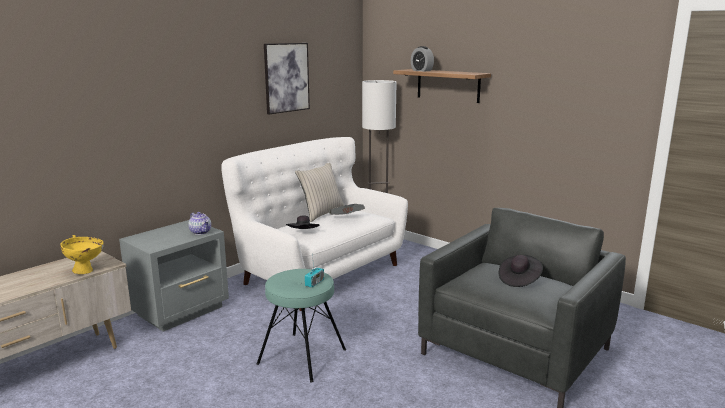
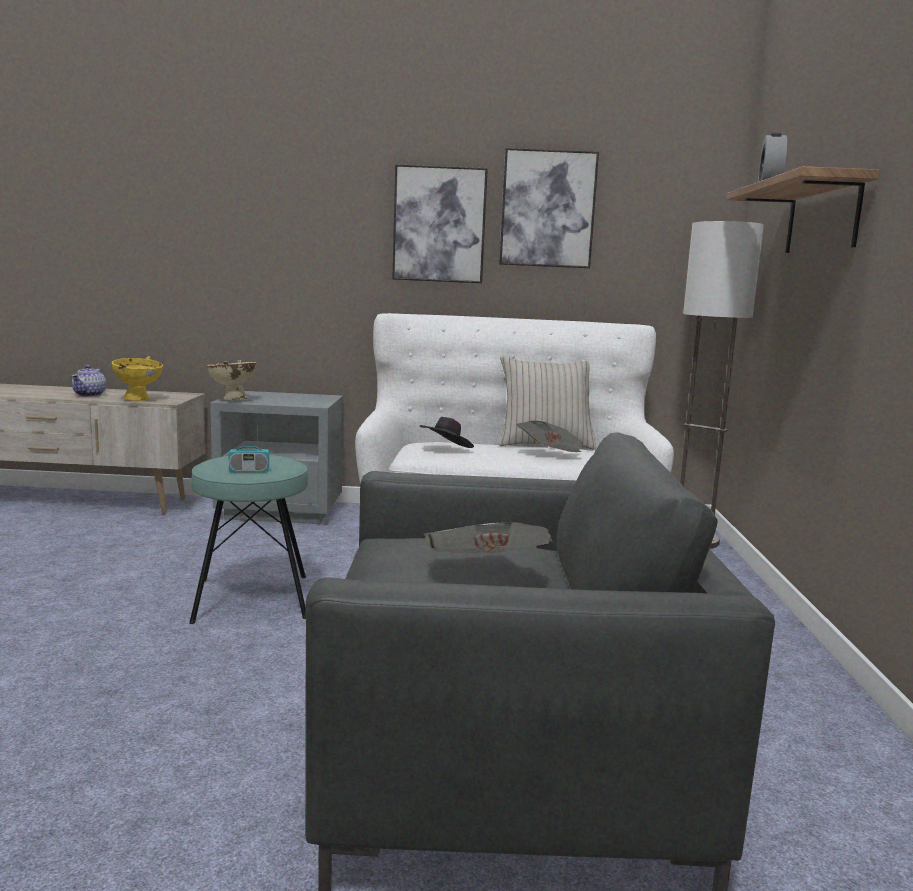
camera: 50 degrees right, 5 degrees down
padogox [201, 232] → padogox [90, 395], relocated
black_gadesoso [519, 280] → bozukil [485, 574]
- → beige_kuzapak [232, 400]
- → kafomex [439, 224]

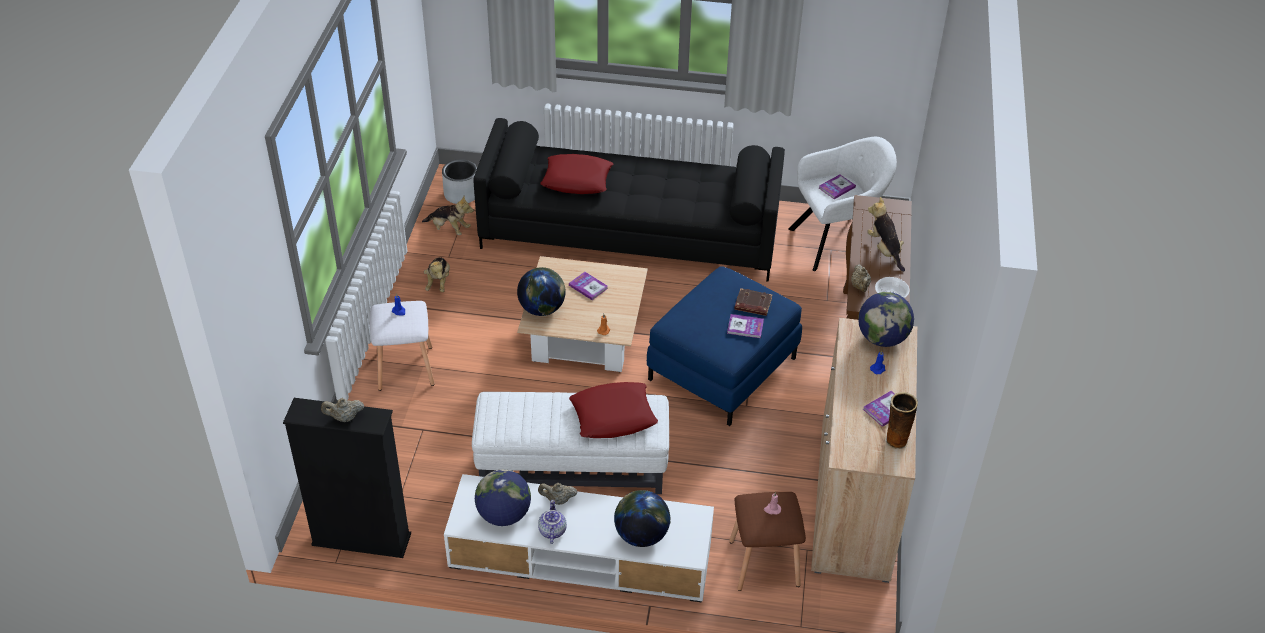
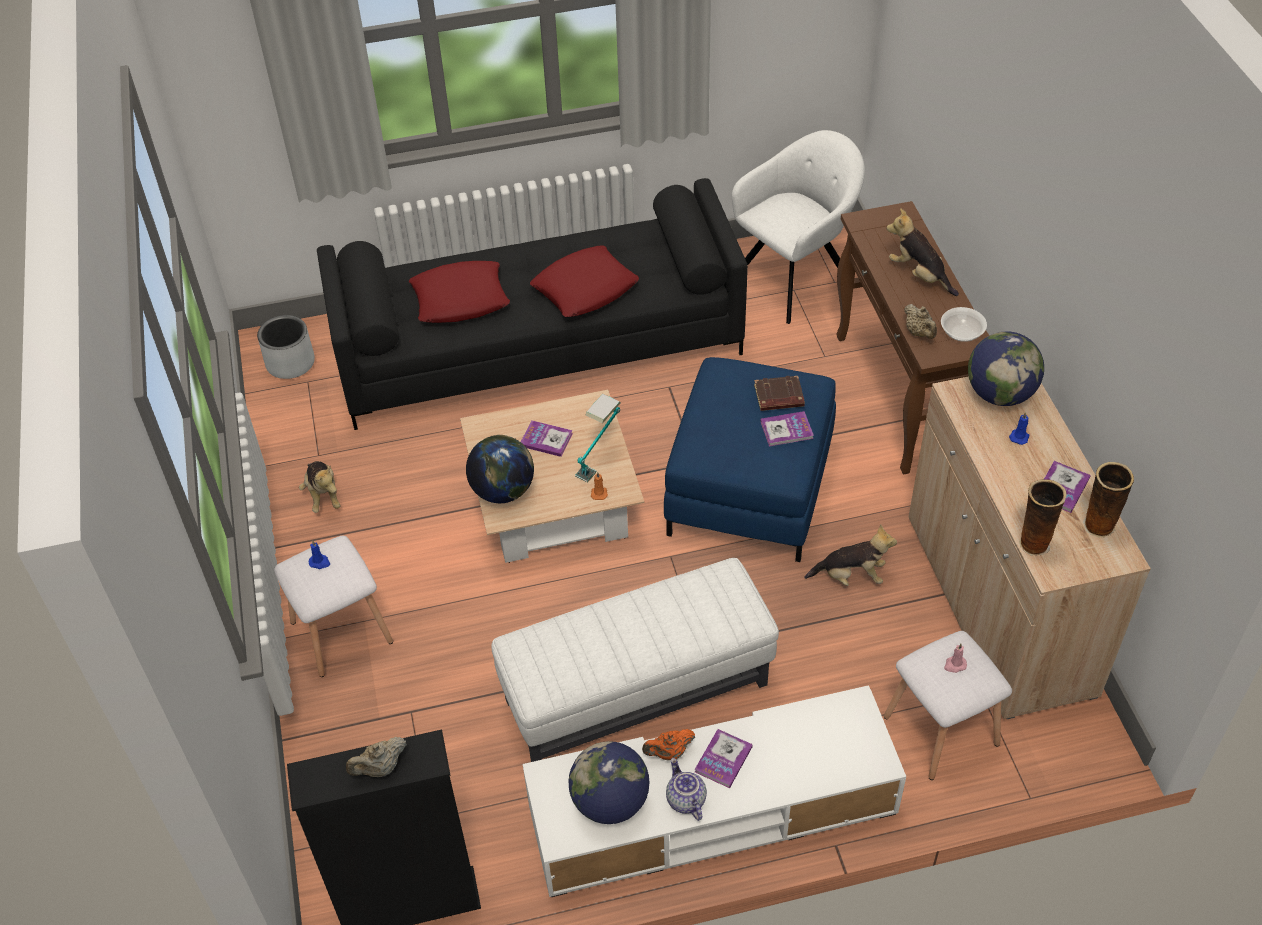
camera: 20 degrees left, 5 degrees up
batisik [449, 229] → batisik [851, 576], relocated
beige_padogox [558, 500] → orange_padogox [669, 753]
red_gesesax [613, 416] → red_gesesax [585, 288], relocated
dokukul [641, 535] → -
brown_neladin [763, 564] → white_neladin [940, 731]
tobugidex [836, 187] → tobugidex [723, 759], relocated
- → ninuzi [599, 458]
- → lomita [1032, 543]

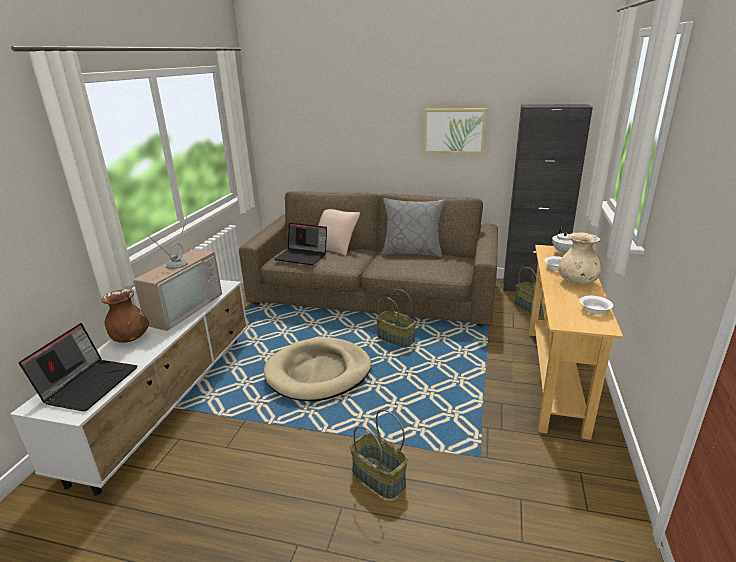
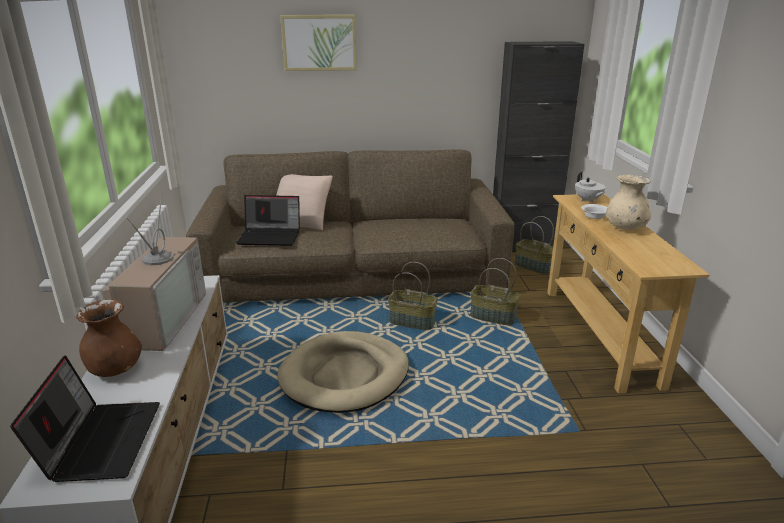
camera: 20 degrees left, 0 degrees up
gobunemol [377, 478] → gobunemol [492, 317], relocated
grey_gesesax [412, 252] → -
kafomex [454, 131] → kafomex [319, 43], relocated
white_kuzapak [594, 310] → -

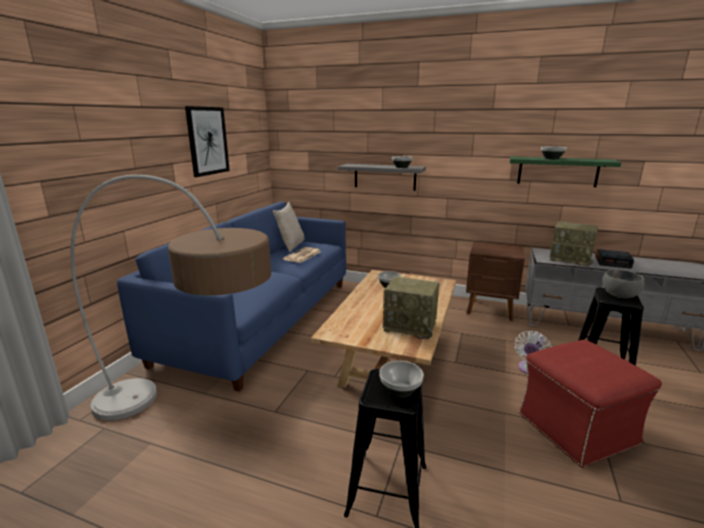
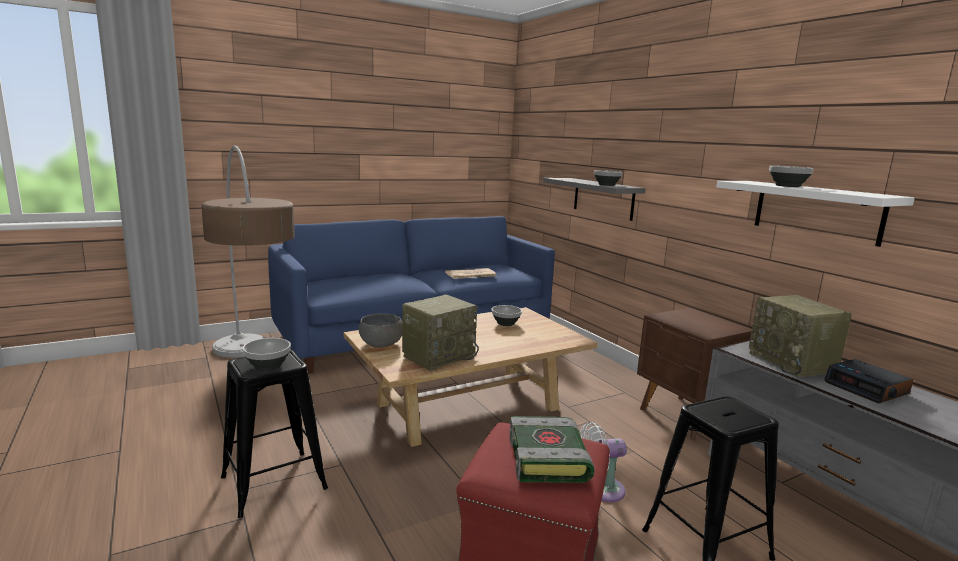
camera: 40 degrees right, 5 degrees down
kafomex [207, 141] → -
beige_gesesax [291, 245] → -
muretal [411, 326] → muretal [439, 356], 105 degrees counterclockwise
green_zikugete [557, 171] → white_zikugete [816, 211]
grey_kuzapak [620, 295] → grey_kuzapak [381, 344], relocated
- → tobugidex [549, 460]

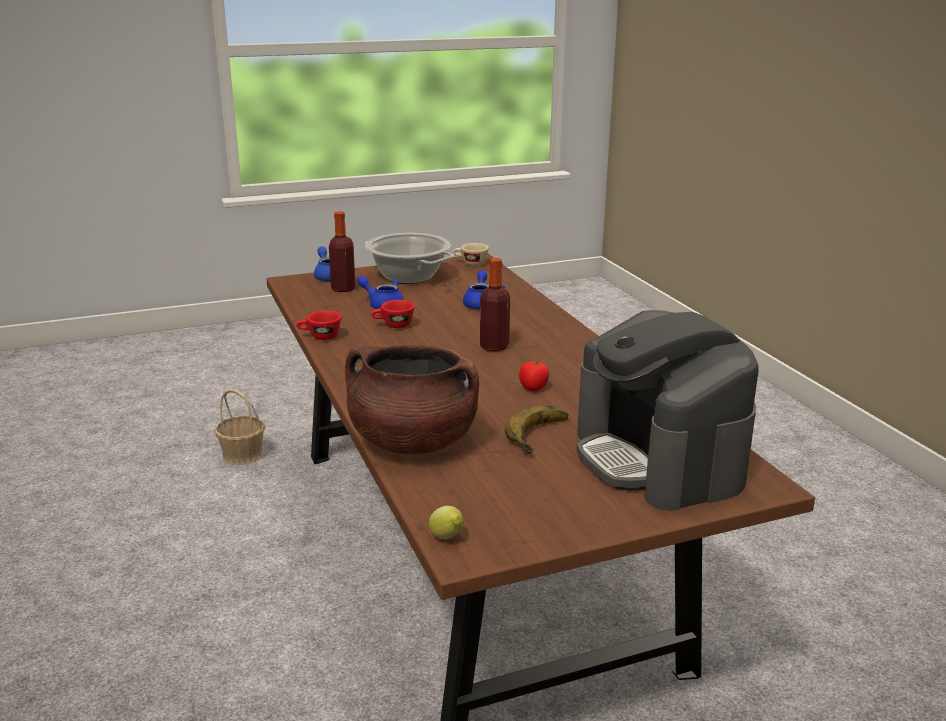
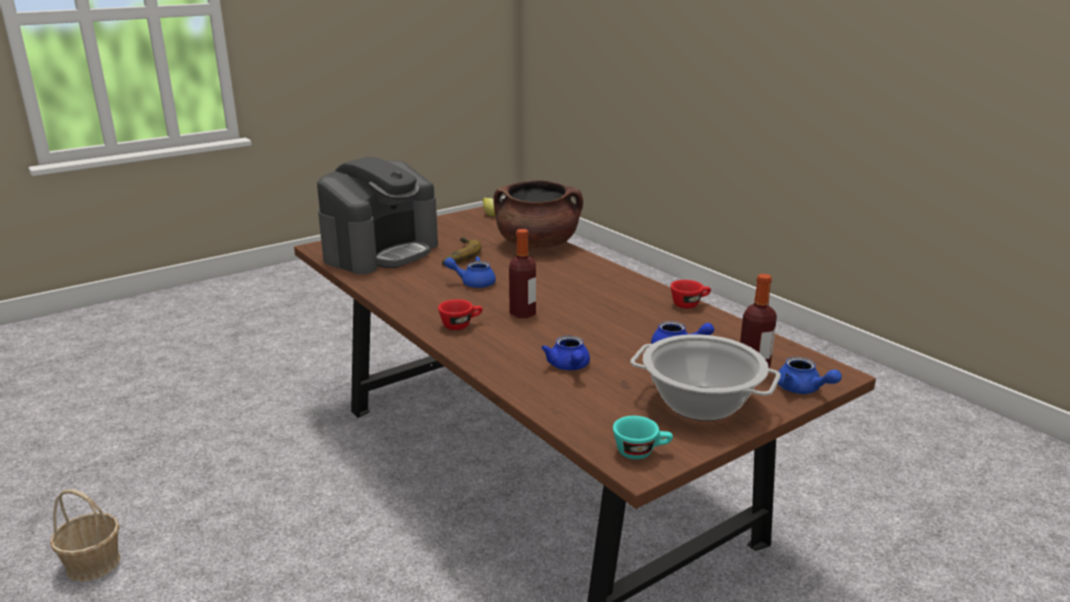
camera: 165 degrees right, 0 degrees up
gobunemol [242, 455] → gobunemol [93, 564], relocated
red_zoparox [393, 325] → red_zoparox [461, 325], relocated
beige_zoparox [470, 263] → turquoise_zoparox [641, 452]
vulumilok [533, 387] → blue_padogox [473, 283]
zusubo [659, 459] → zusubo [381, 252], 75 degrees clockwise

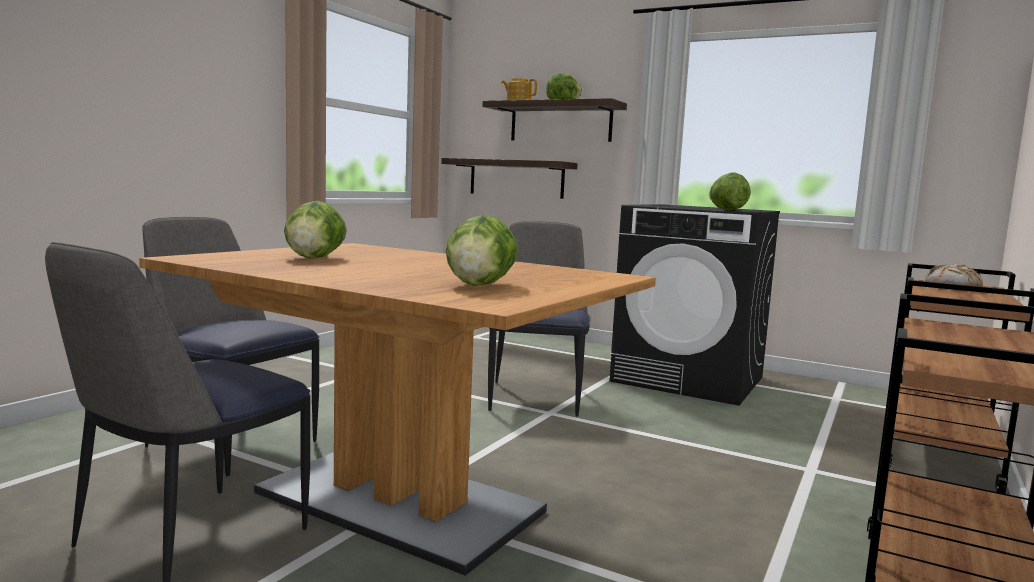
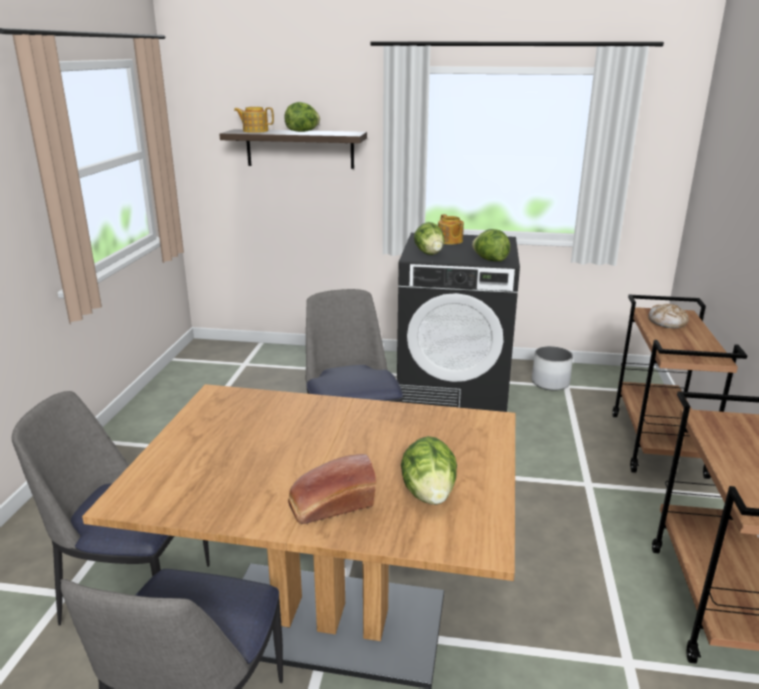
camera: 20 degrees left, 15 degrees up
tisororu [314, 258] → tisororu [429, 253], relocated
zikugete [516, 178] → -
- → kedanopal [330, 506]
- → padogox [449, 241]
- → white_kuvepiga [550, 383]

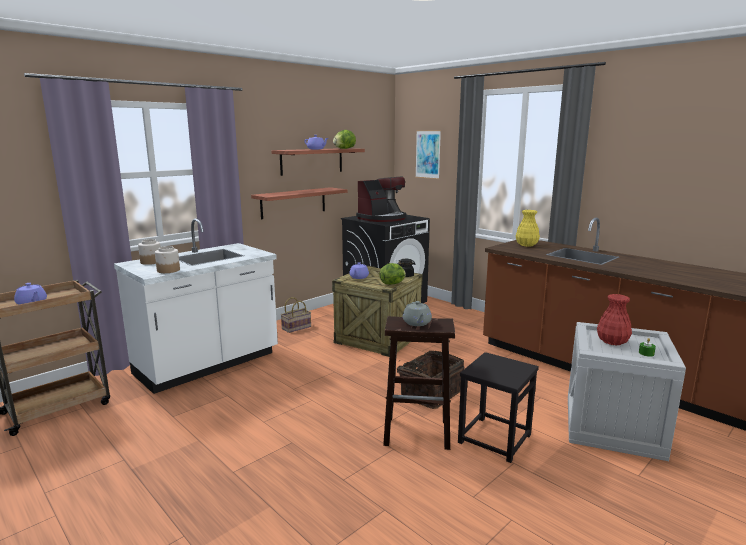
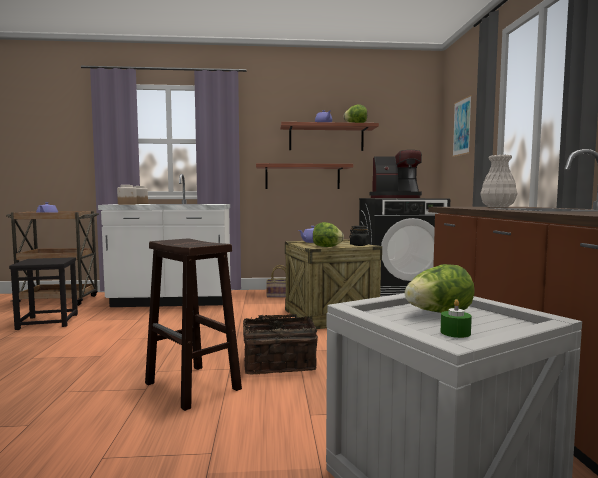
camera: 40 degrees right, 10 degrees down
grey_padogox [417, 323] → -
black_neladin [494, 438] → black_neladin [48, 321], relocated
yellow_lomita [526, 245] → white_lomita [497, 207]
red_lomita [612, 342] → tisororu [438, 313]

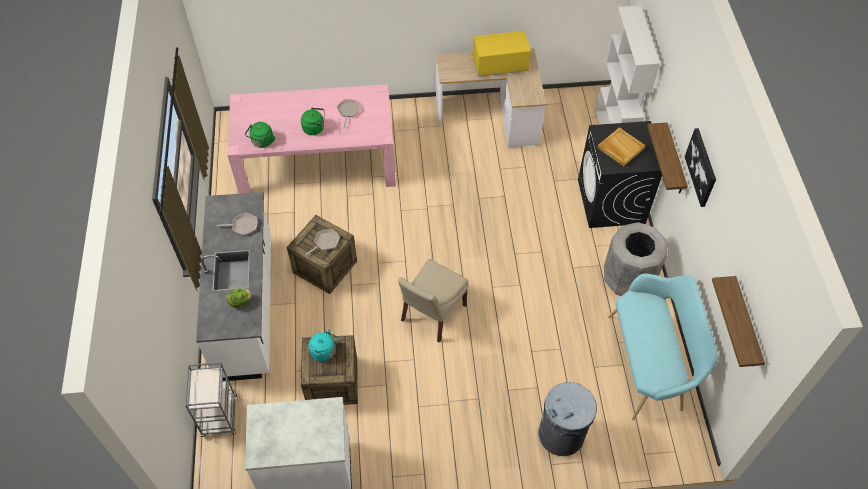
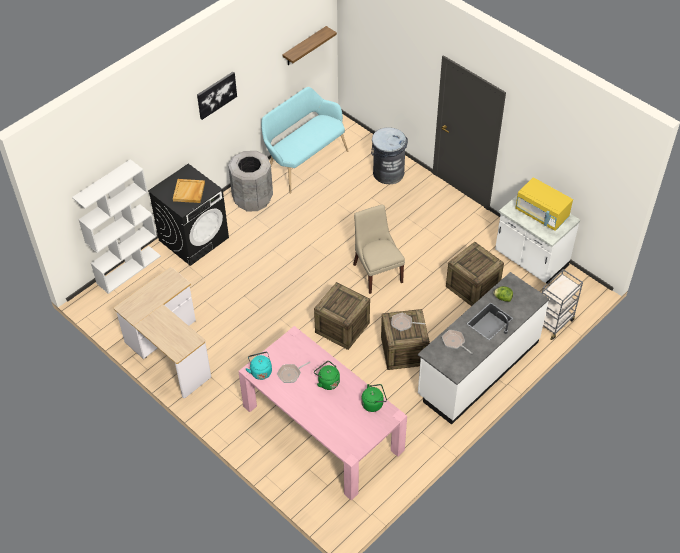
camera: 130 degrees left, 5 degrees down
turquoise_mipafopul [325, 352] → turquoise_mipafopul [260, 371], relocated
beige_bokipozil [432, 314] → beige_bokipozil [377, 272], 105 degrees counterclockwise
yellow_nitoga [499, 65] → yellow_nitoga [542, 214], relocated
zikugete [674, 161] → -
- → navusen [342, 327]

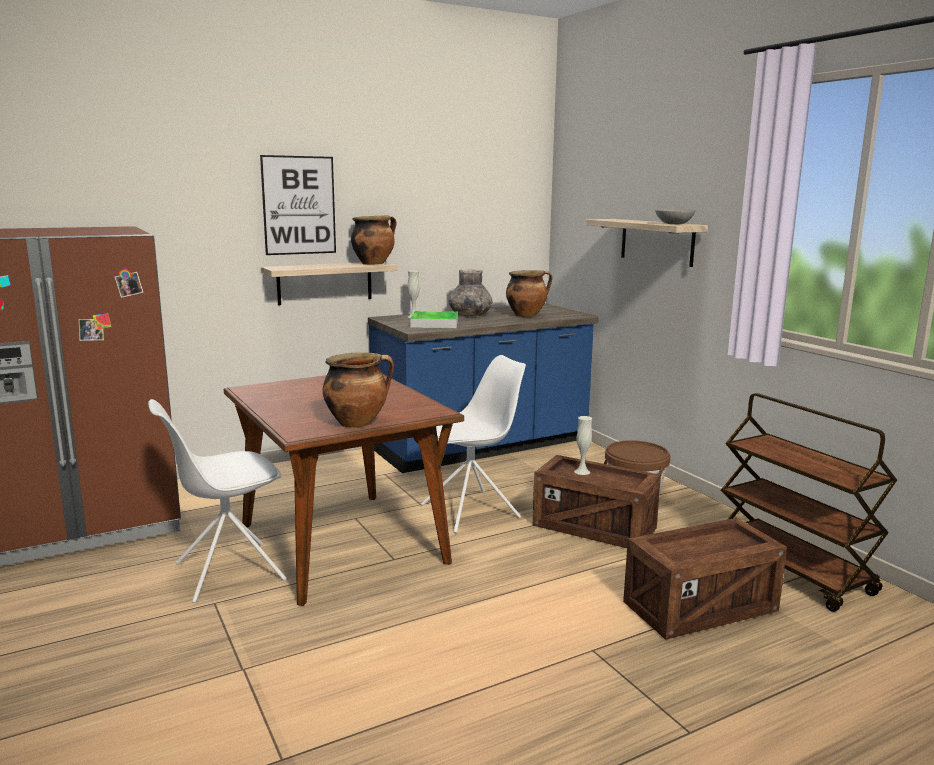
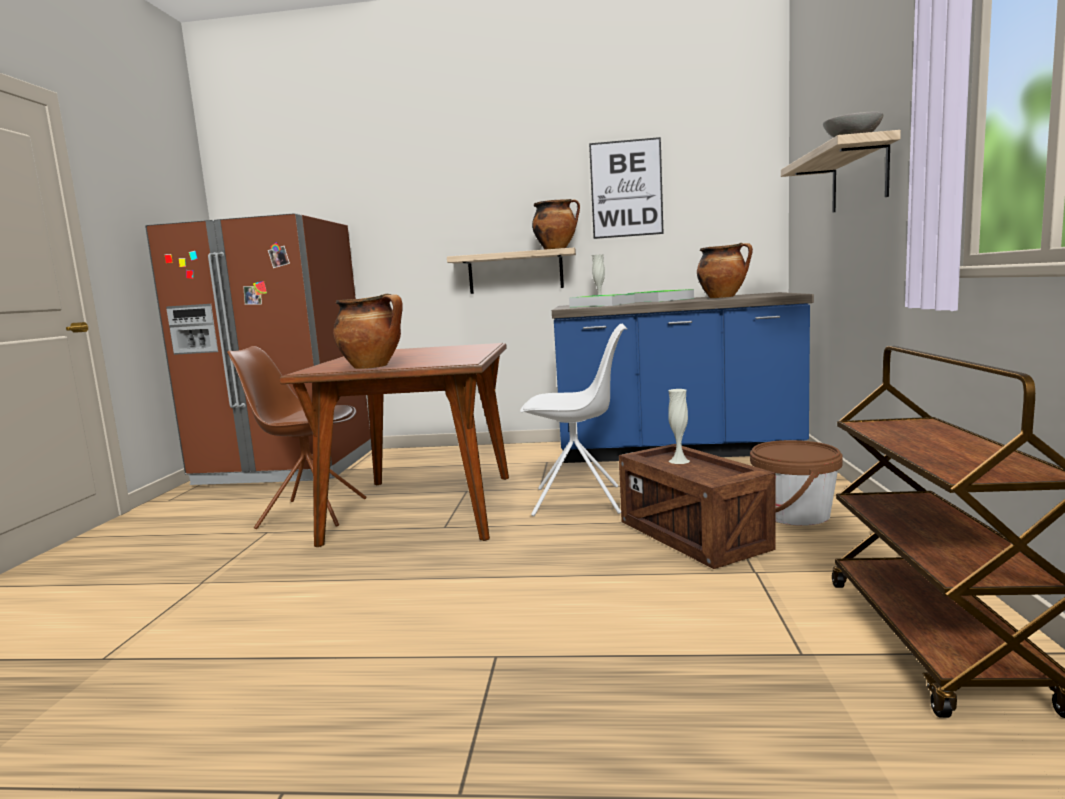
camera: 35 degrees right, 5 degrees down
white_bokipozil [227, 572] → brown_bokipozil [311, 513]
kafomex [299, 205] → kafomex [626, 189], relocated
grey_lomita [469, 315] → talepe [660, 300]
navusen [700, 607] → -

